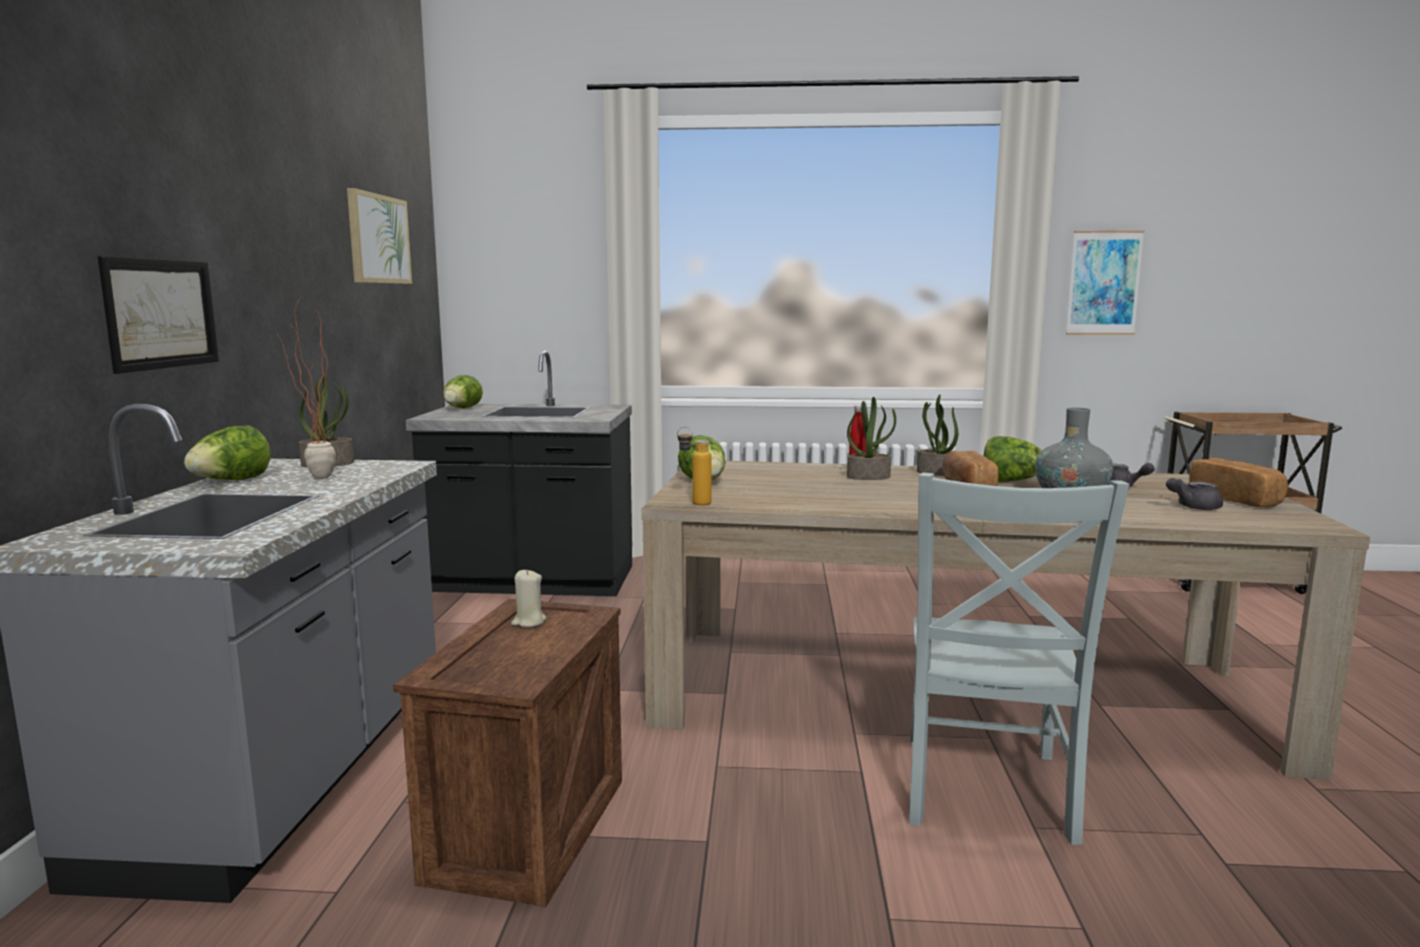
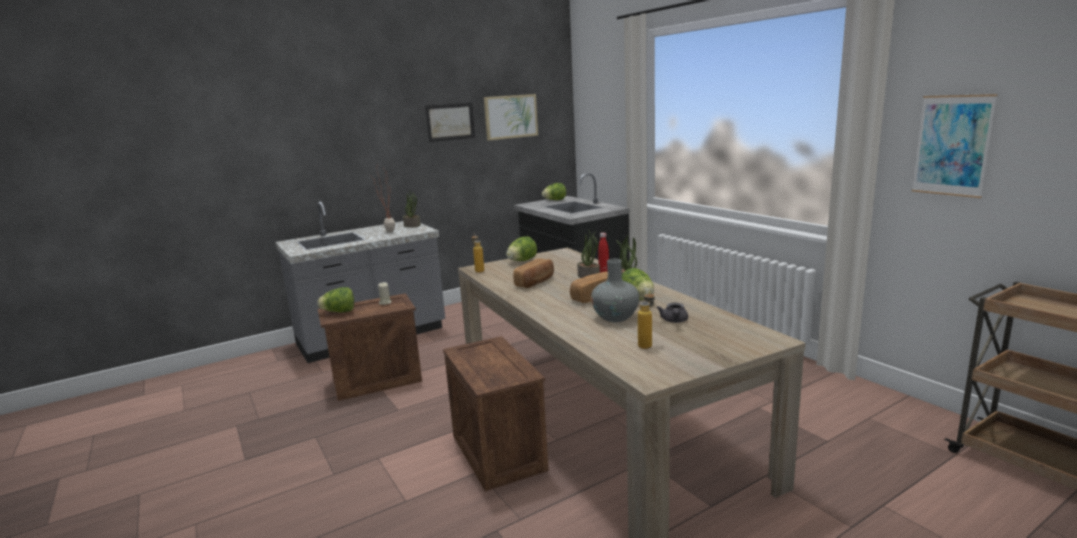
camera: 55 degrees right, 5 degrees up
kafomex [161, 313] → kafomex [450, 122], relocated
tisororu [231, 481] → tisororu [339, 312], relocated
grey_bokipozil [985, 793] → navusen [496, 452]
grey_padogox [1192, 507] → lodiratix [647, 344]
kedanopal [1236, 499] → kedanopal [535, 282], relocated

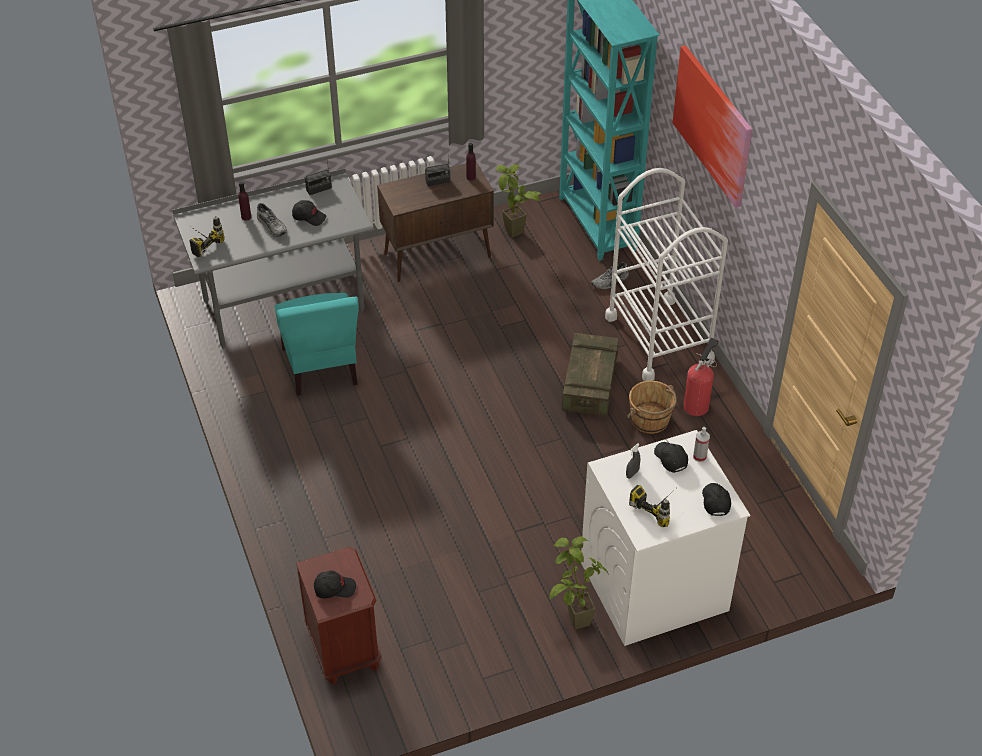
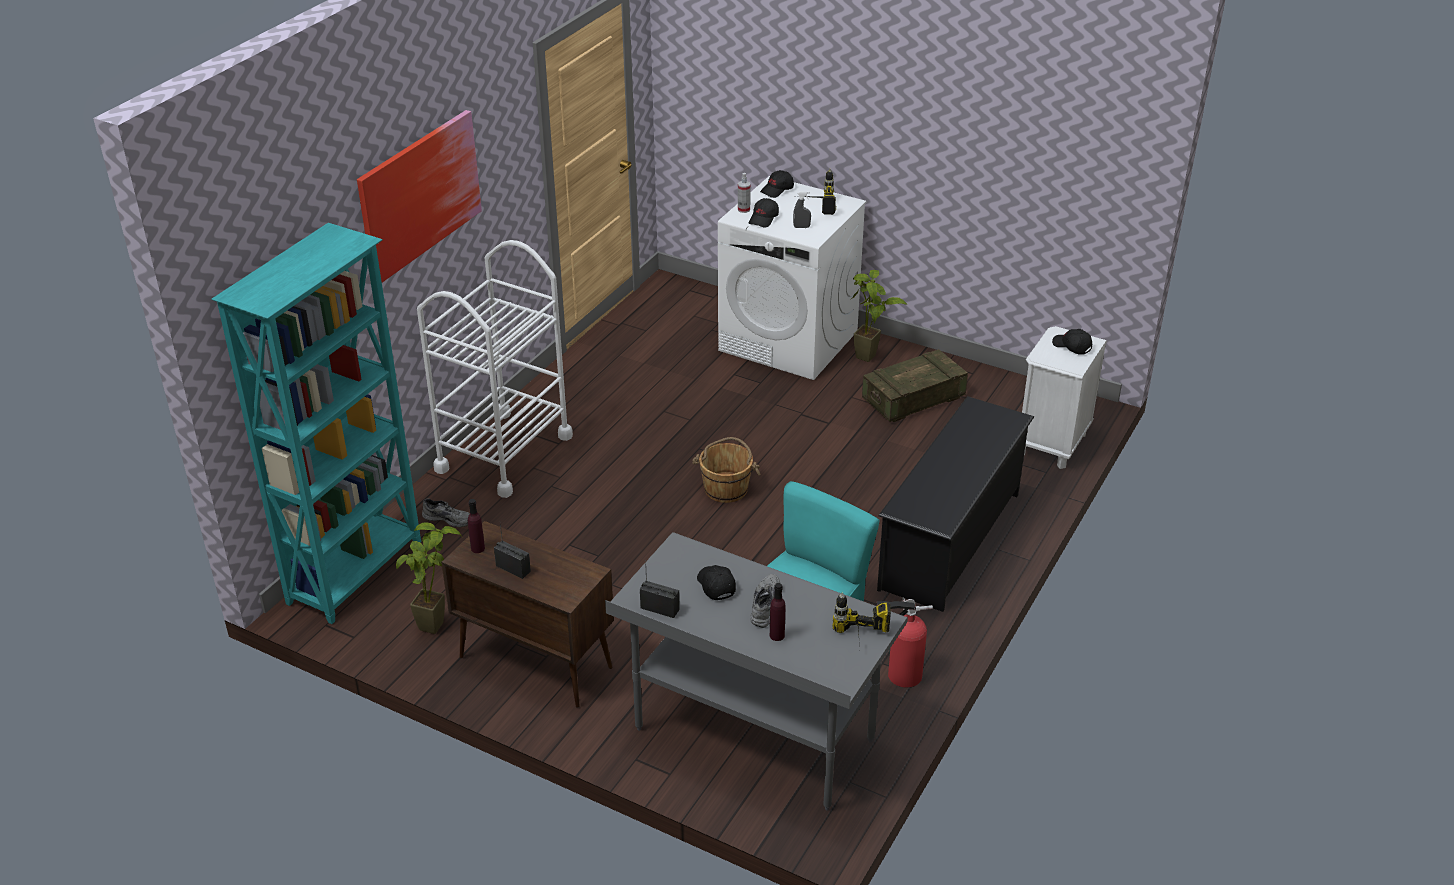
camera: 130 degrees left, 10 degrees down
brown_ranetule [344, 650] → white_ranetule [1051, 444]
navusen [590, 385] → navusen [913, 399], relocated
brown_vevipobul [650, 420] → brown_vevipobul [726, 488], relocated
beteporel [697, 404] → beteporel [901, 675], relocated
- → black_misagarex [950, 540]

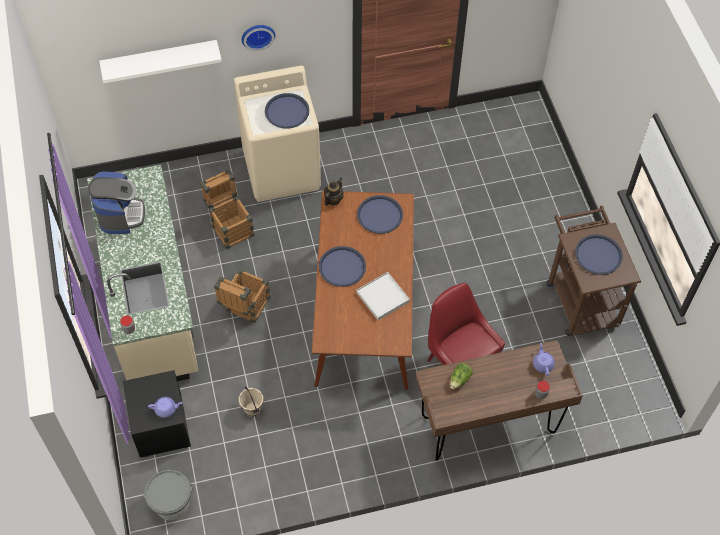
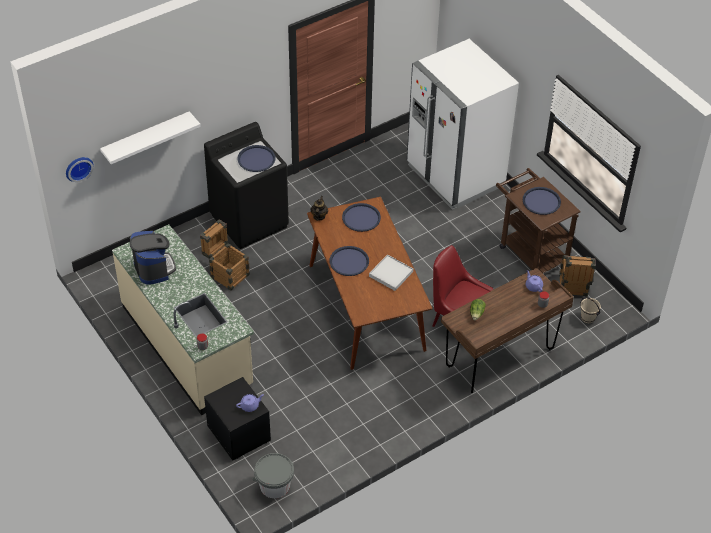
camera: 20 degrees left, 10 degrees down
navusen [245, 308] → navusen [573, 288], relocated
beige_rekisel [282, 170] → black_rekisel [249, 220]
beige_vevipobul [252, 409] → beige_vevipobul [587, 318], relocated
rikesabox [257, 35] → rikesabox [78, 167], relocated
- → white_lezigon [455, 175]

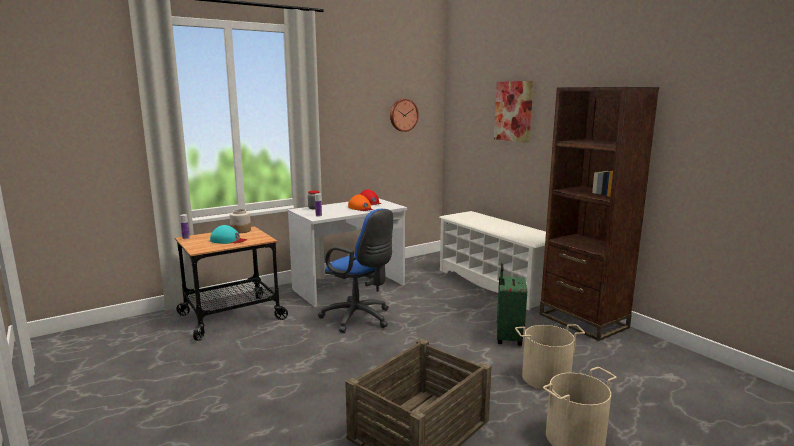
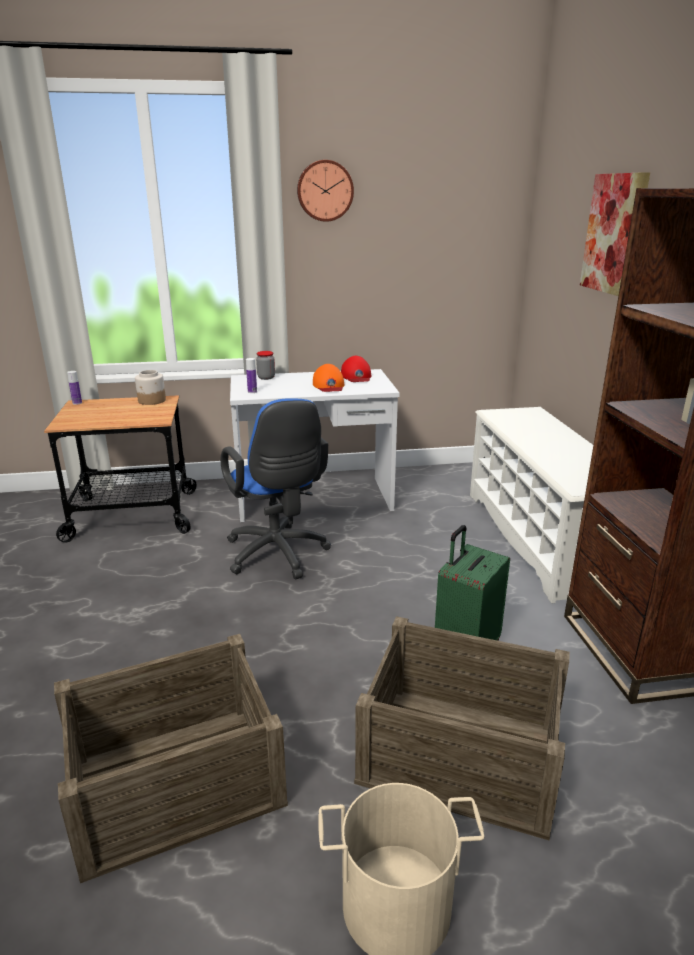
camera: 25 degrees right, 10 degrees up
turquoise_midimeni [228, 240] → -
rikesabox [403, 115] → rikesabox [325, 191], relocated
beige_vevipobul [545, 377] → navusen [460, 751]

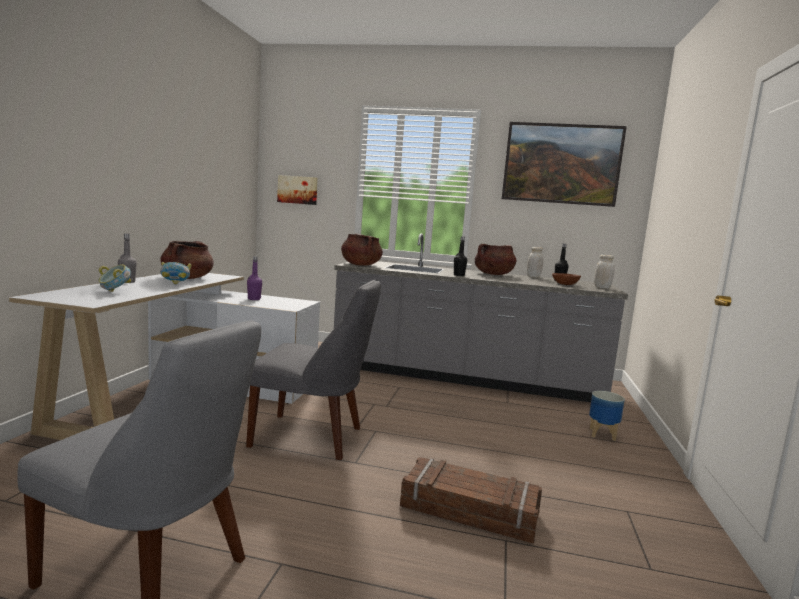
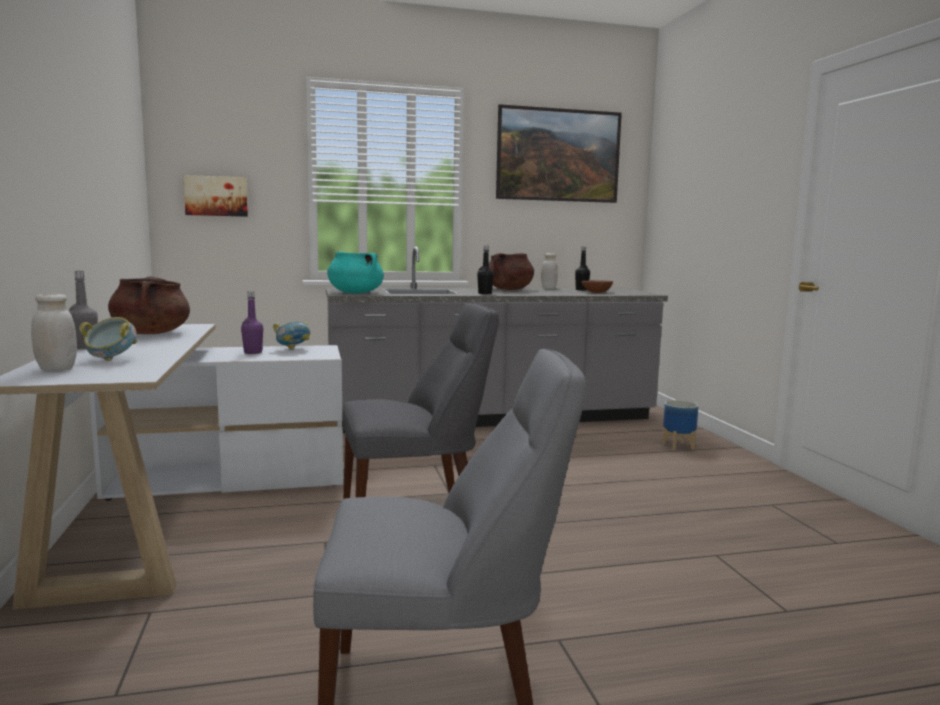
camera: 25 degrees left, 0 degrees up
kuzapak [175, 284] → kuzapak [293, 349], relocated
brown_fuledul [360, 265] → turquoise_fuledul [355, 293]
navusen [469, 511] → -
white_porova [602, 288] → white_porova [56, 369], relocated

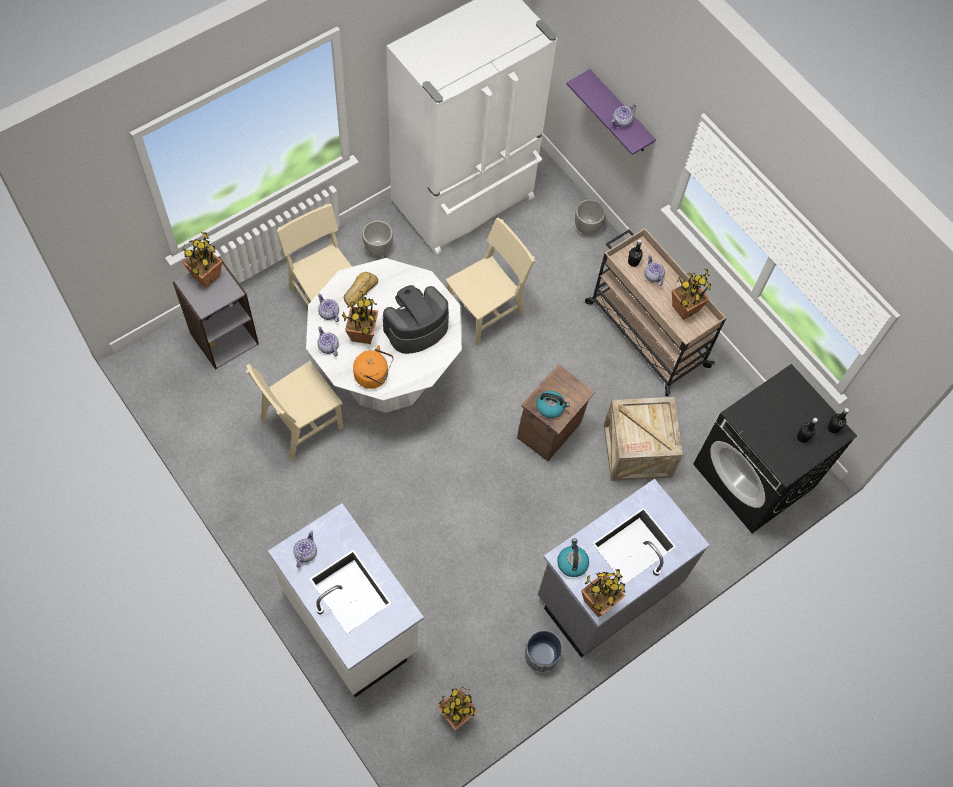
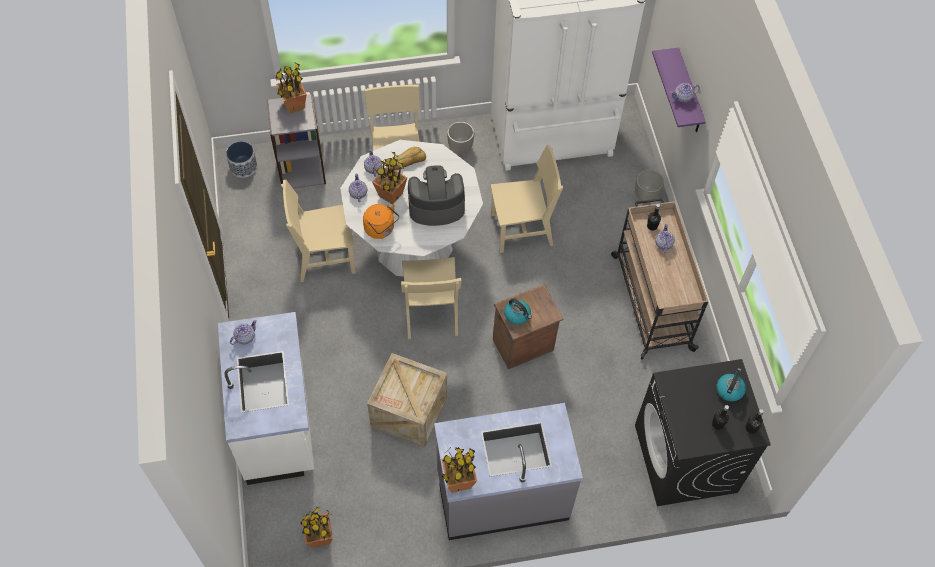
camera: 30 degrees right, 5 degrees down
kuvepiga [541, 656] → kuvepiga [243, 167], relocated
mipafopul [572, 563] → mipafopul [729, 389], relocated
navusen [637, 450] → navusen [409, 412], relocated
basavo [684, 309] → -
- → beige_bokipozil [430, 312]

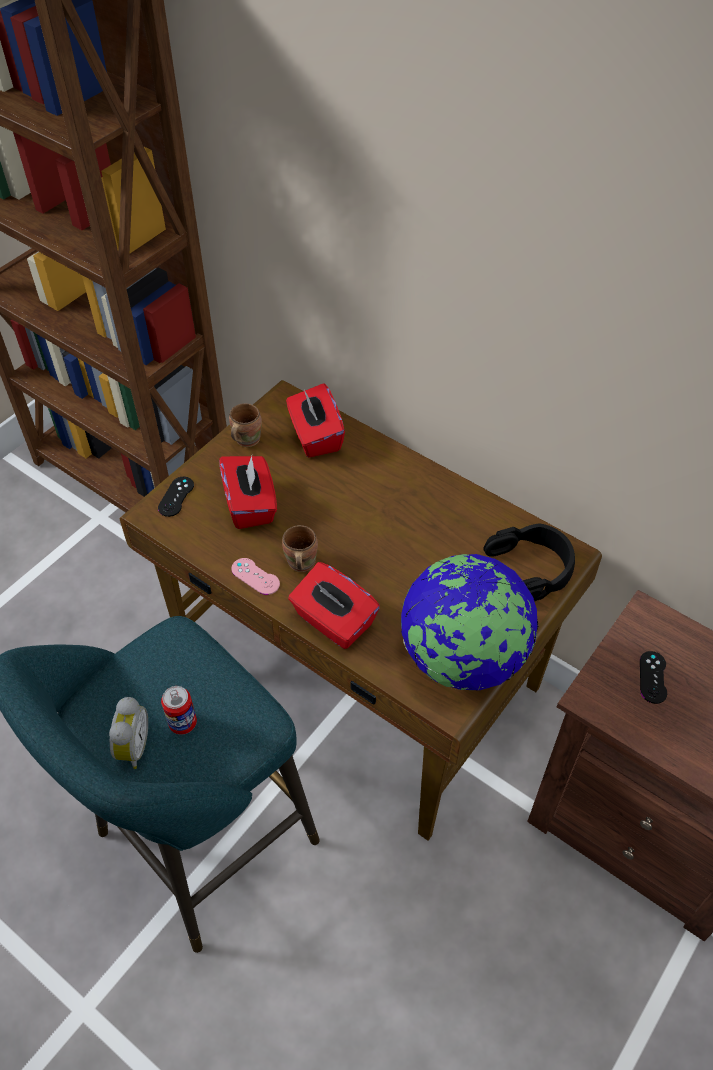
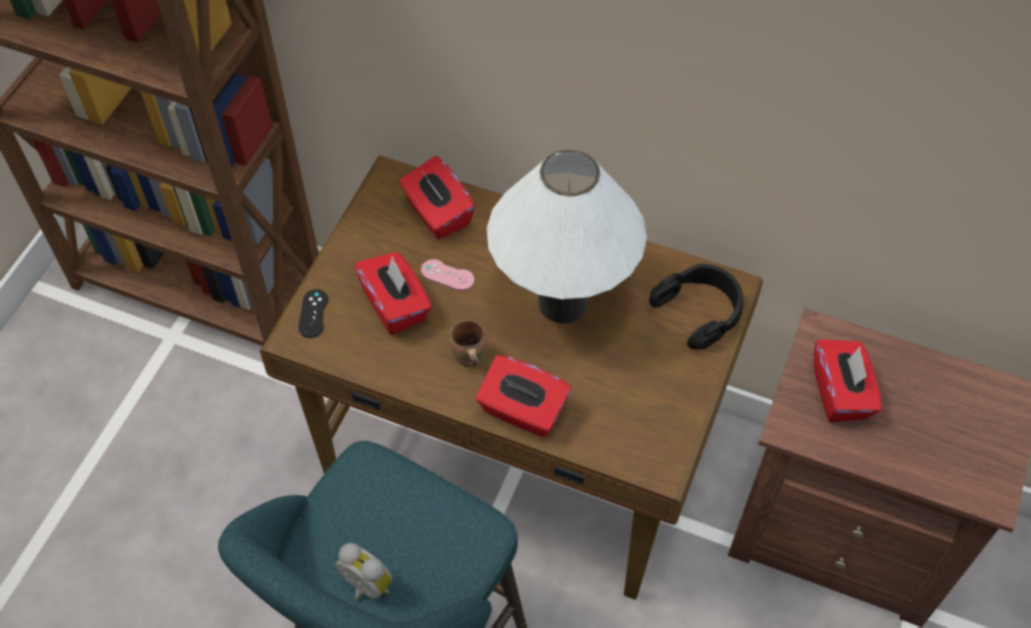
camera: 15 degrees left, 5 degrees up
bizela [132, 747] → bizela [365, 587], 45 degrees counterclockwise
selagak [183, 723] → -
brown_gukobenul [245, 439] → -
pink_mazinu [255, 576] → pink_mazinu [447, 275], relocated
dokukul [463, 658] → -
black_mazinu [653, 677] → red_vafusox [841, 393]
- → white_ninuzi [562, 303]

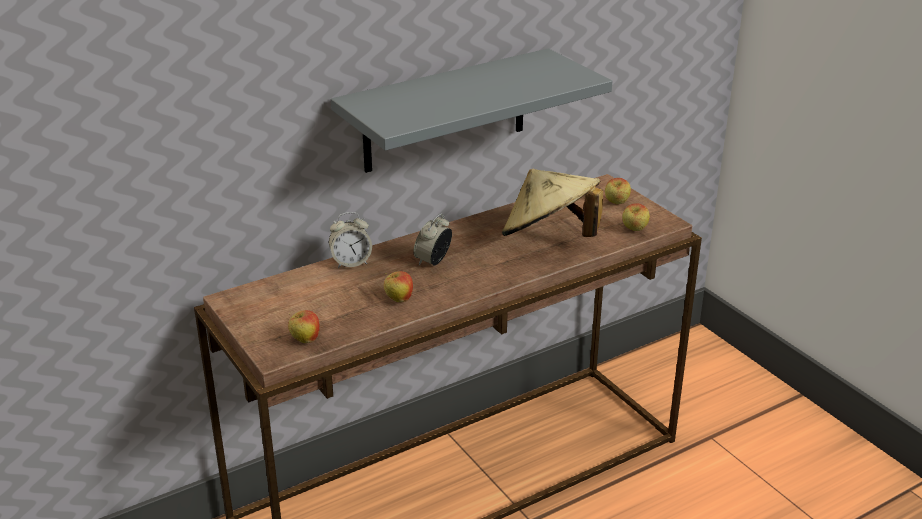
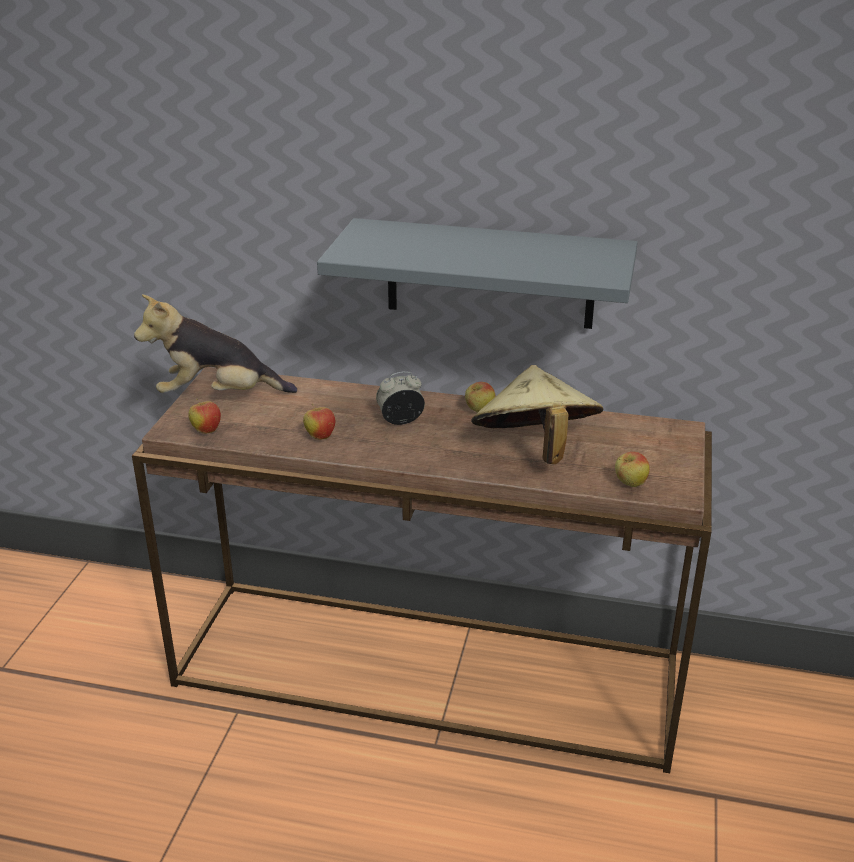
camera: 45 degrees right, 0 degrees up
bizela [351, 262] → -
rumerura [616, 203] → rumerura [479, 411], relocated
- → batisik [217, 396]

